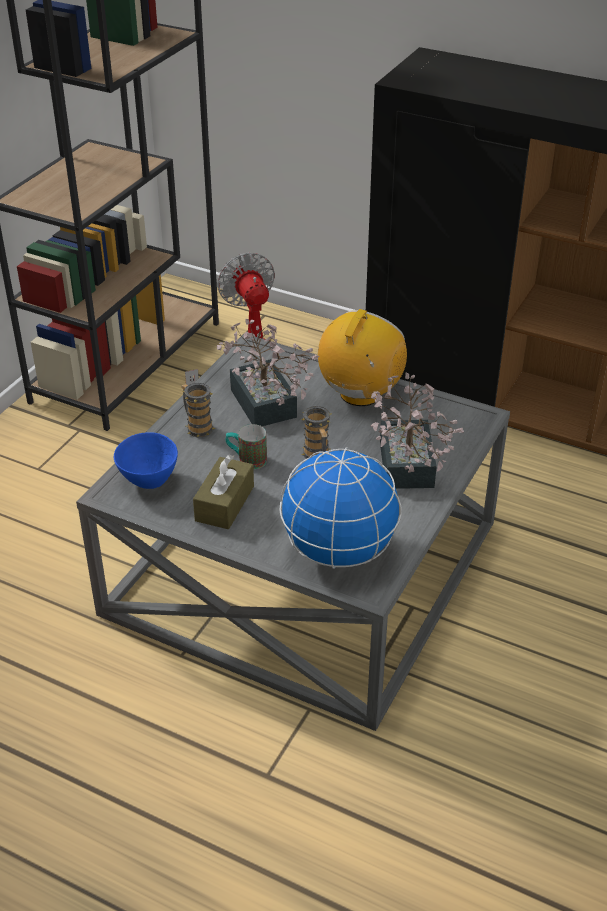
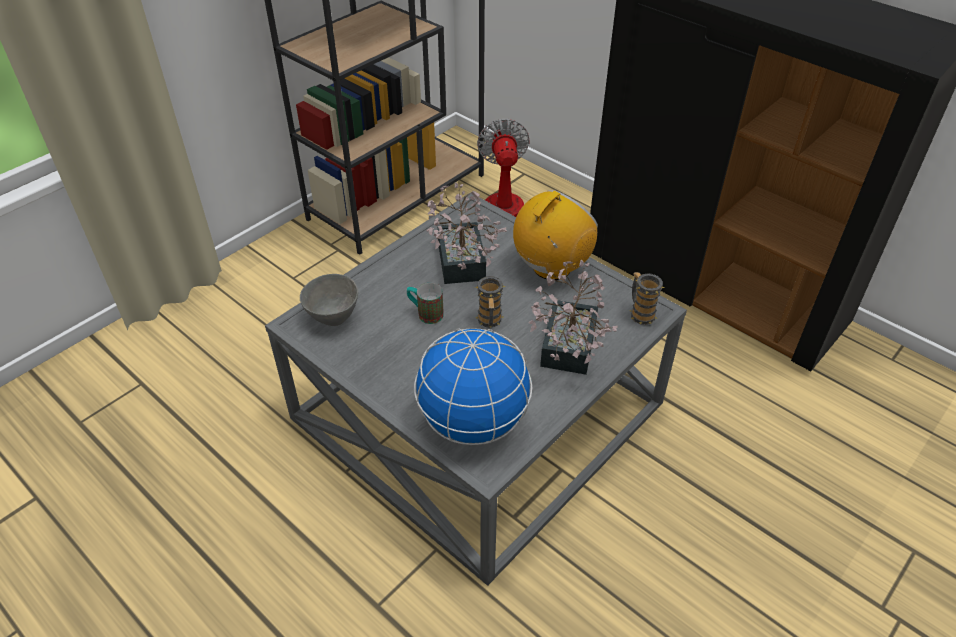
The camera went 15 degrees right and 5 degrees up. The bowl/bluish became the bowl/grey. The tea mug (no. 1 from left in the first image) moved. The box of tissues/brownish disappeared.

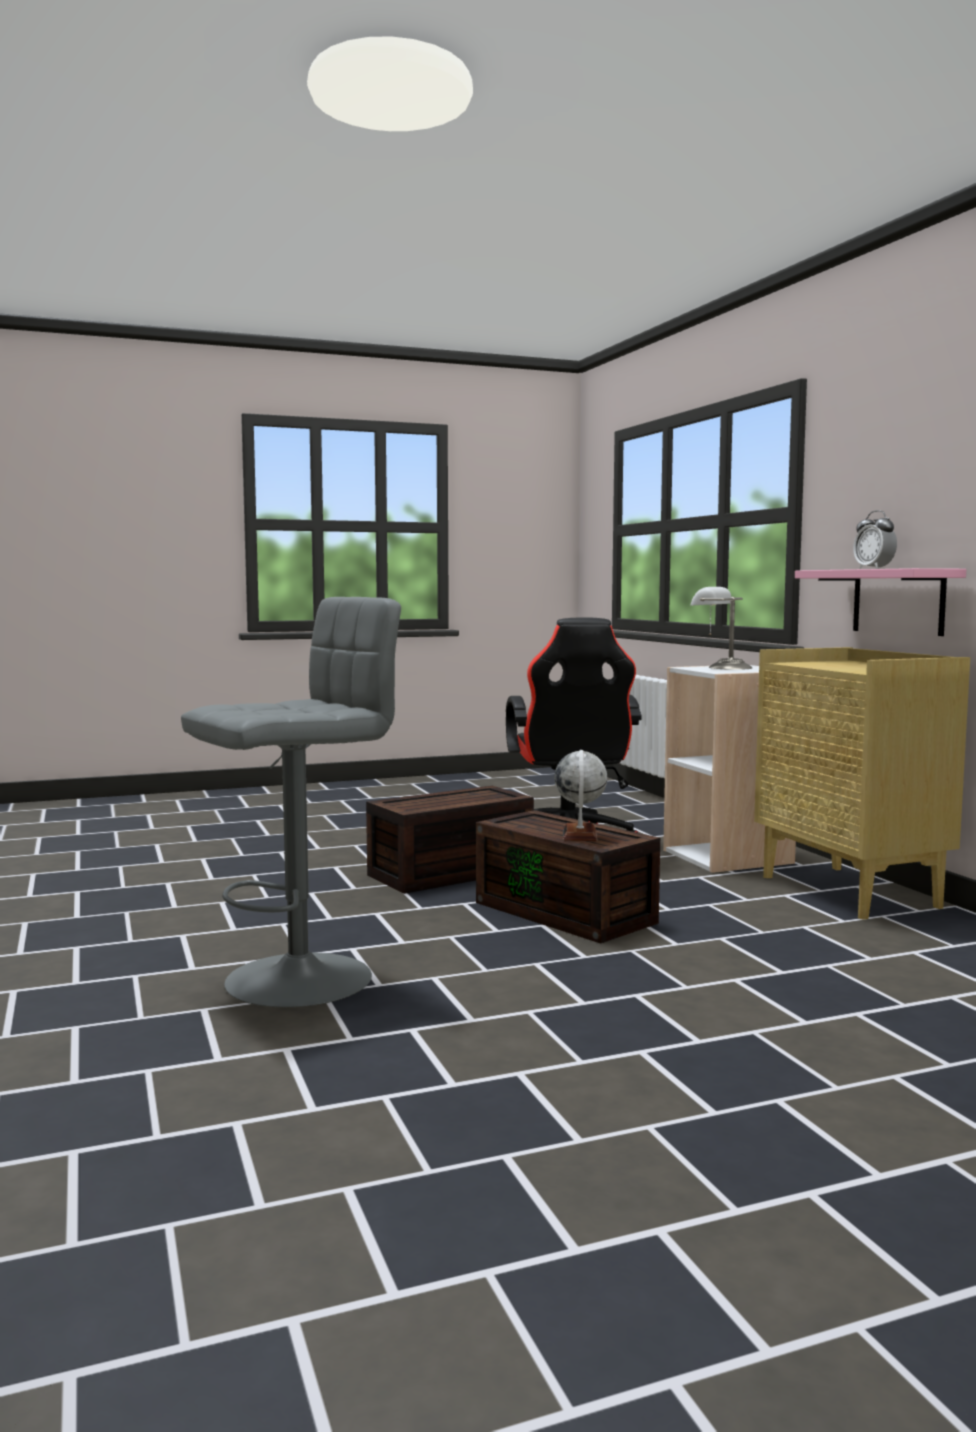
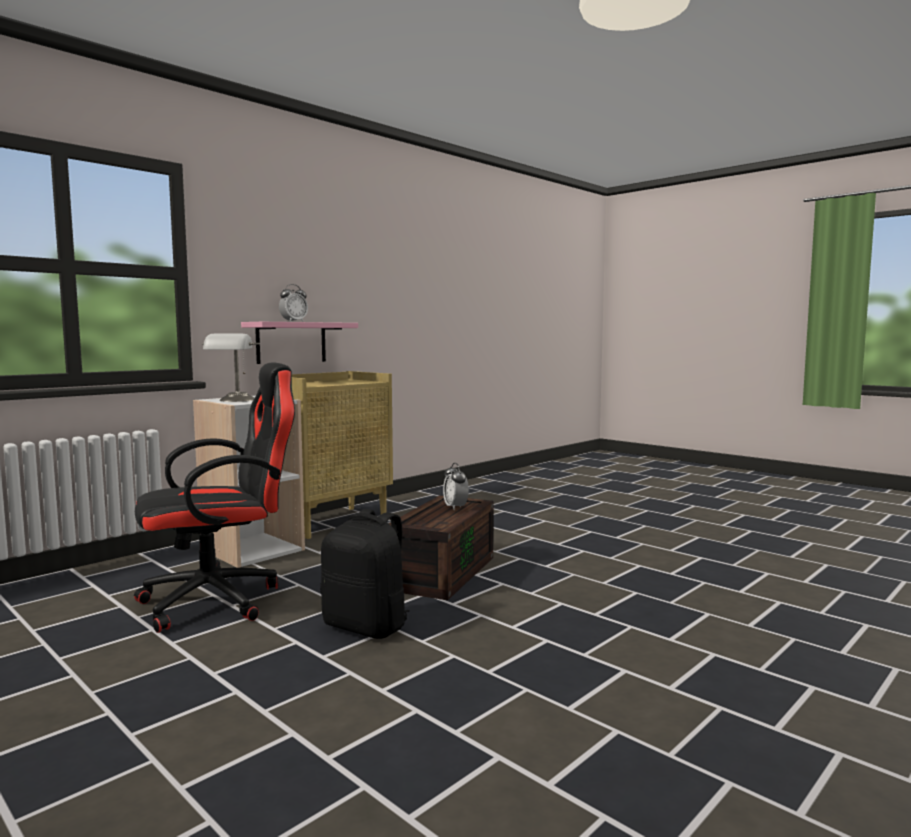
The camera went 115 degrees left and 0 degrees up. The storage container/brownish (no. 1 from left) was replaced by the knapsack/black-coloured. The desk globe was replaced by the table clock (no. 2 from left). The stool seat/grey disappeared.

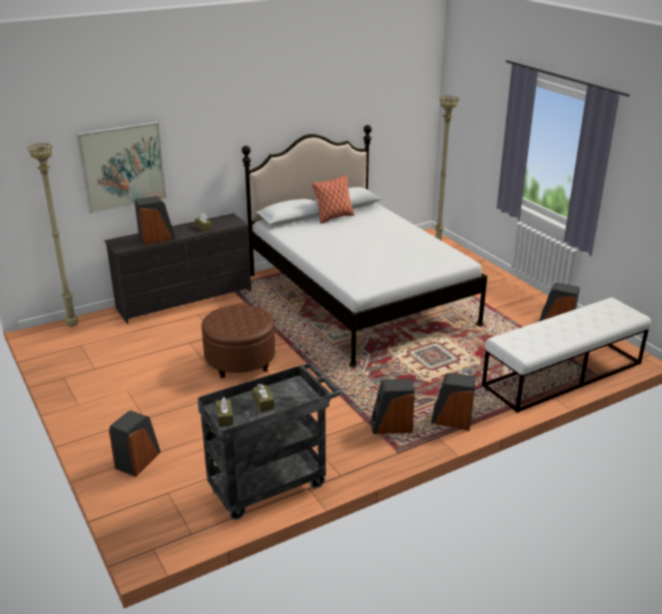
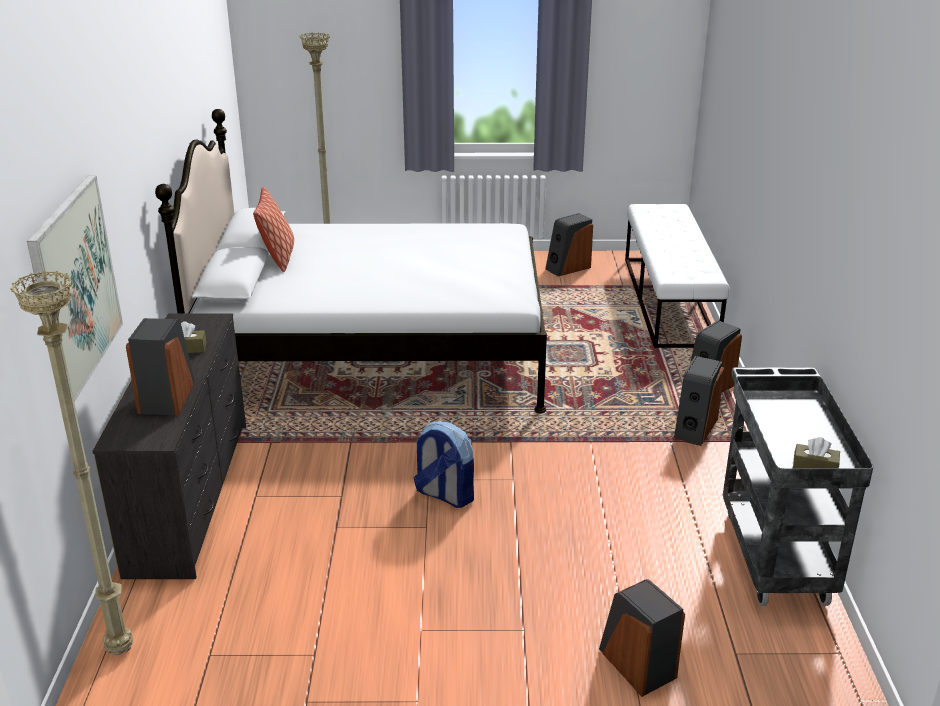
The camera went 60 degrees left and 0 degrees up. The footrest/brownish was replaced by the knapsack. The box of tissues/brownish (no. 3 from left) disappeared.

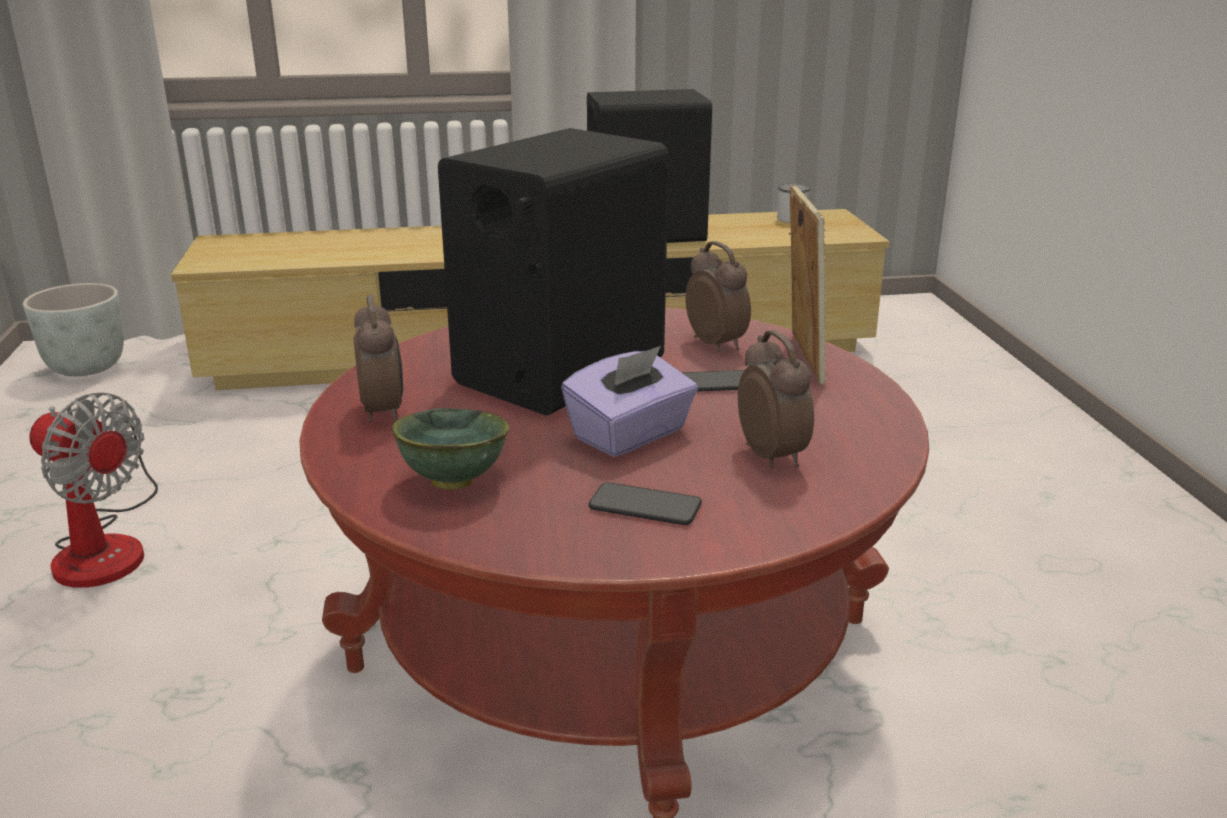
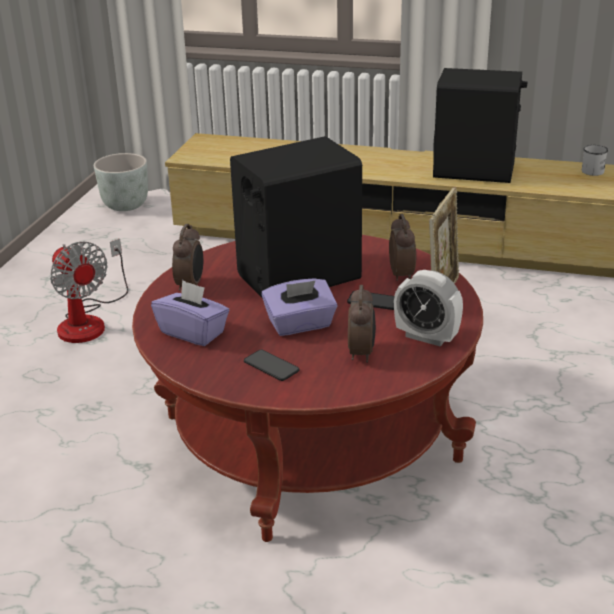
The camera went 25 degrees right and 5 degrees up. The bowl/greenish was replaced by the box of tissues/purple-coloured (no. 1 from left). The table clock (no. 4 from left) appeared.

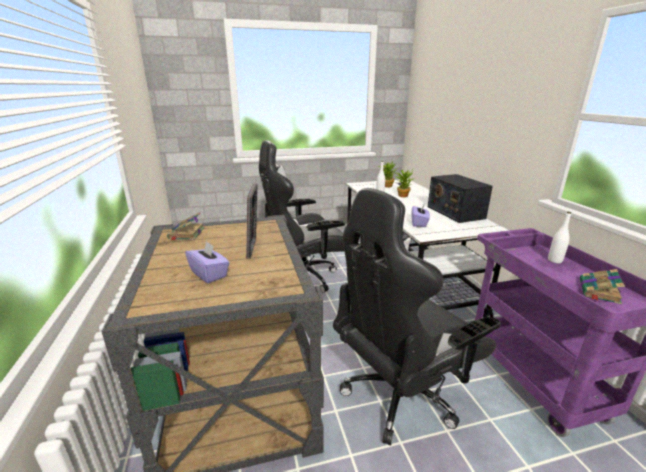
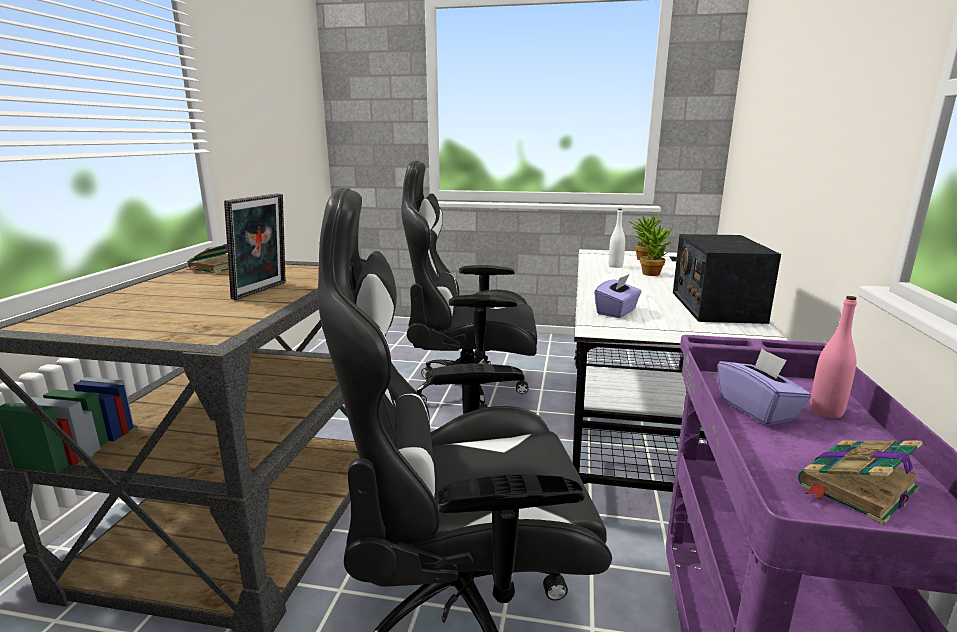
The camera went 25 degrees right and 5 degrees down. The box of tissues/purple-coloured (no. 1 from left in the first image) moved. The bottle/whitish (no. 2 from left) became the bottle/pink-coloured.

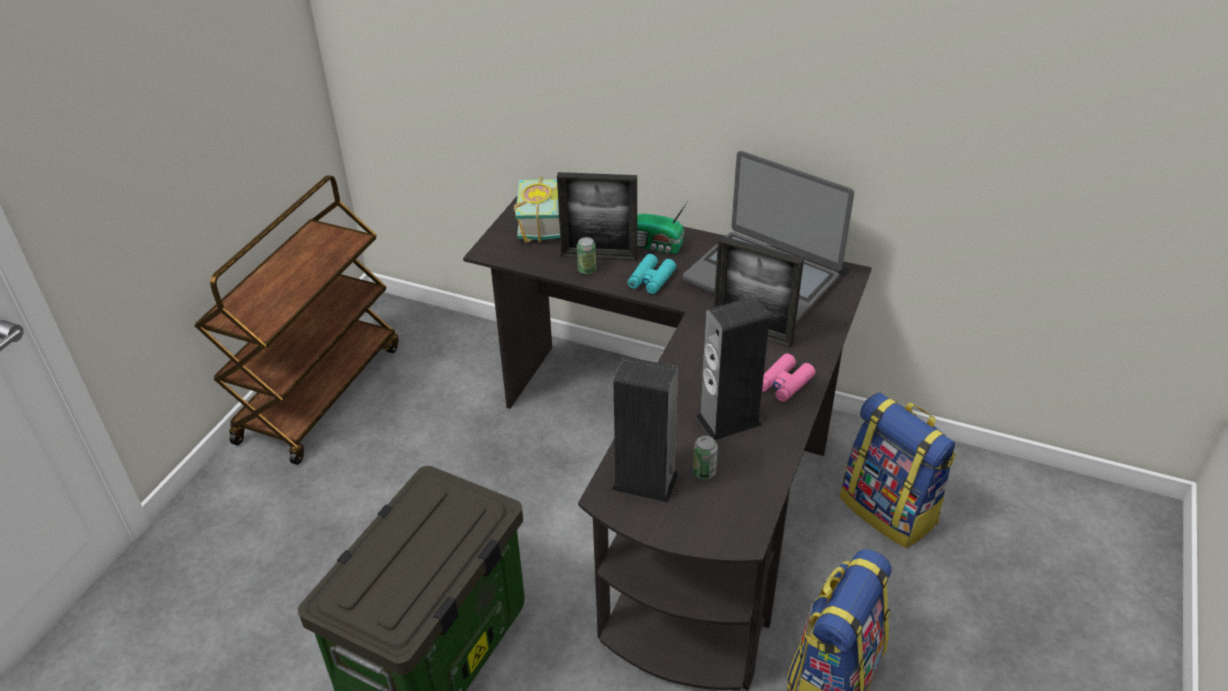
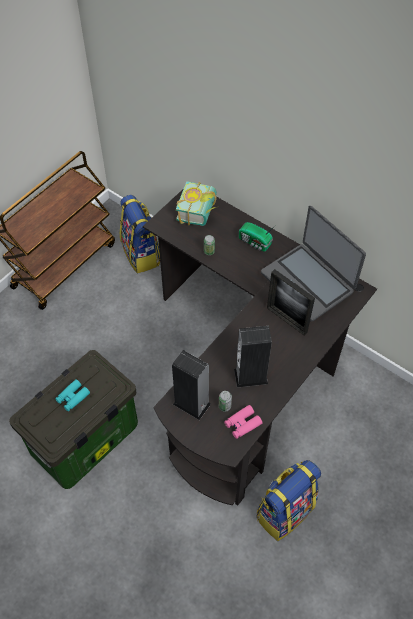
The camera went 15 degrees right and 15 degrees up. The field glasses/turquoise-coloured moved. The knapsack (no. 2 from left in the first image) moved. The field glasses/pink-coloured moved. The standing frame (no. 1 from left) disappeared.

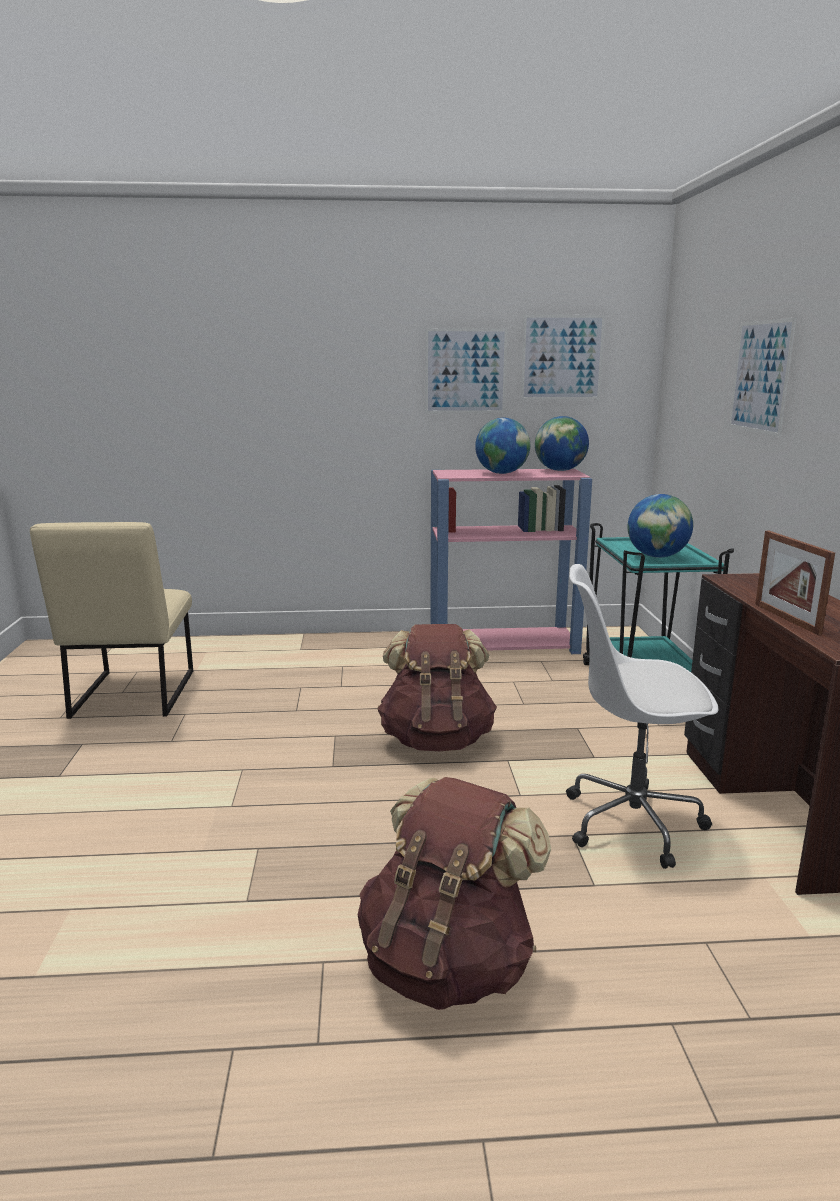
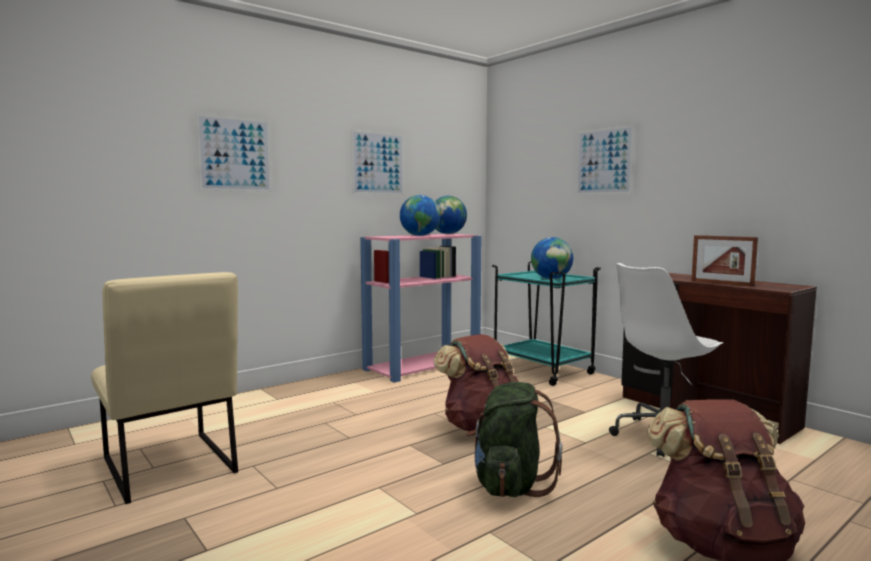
The camera went 35 degrees left and 10 degrees down. The wall art (no. 2 from left in the first image) moved. The knapsack/greenish appeared.

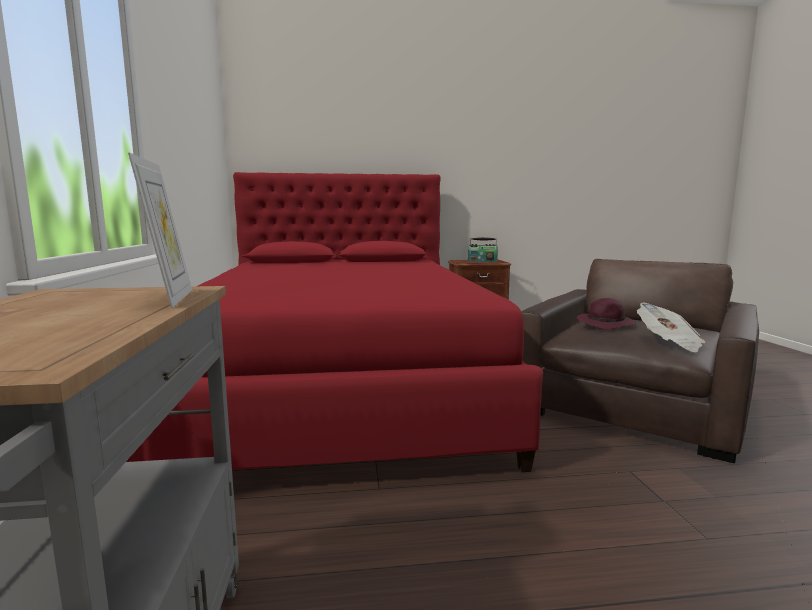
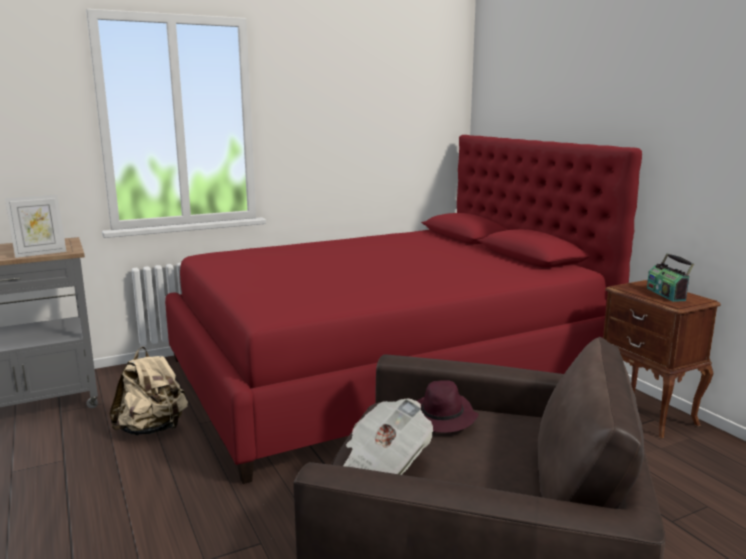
The camera went 70 degrees right and 5 degrees up. The knapsack/beige appeared.

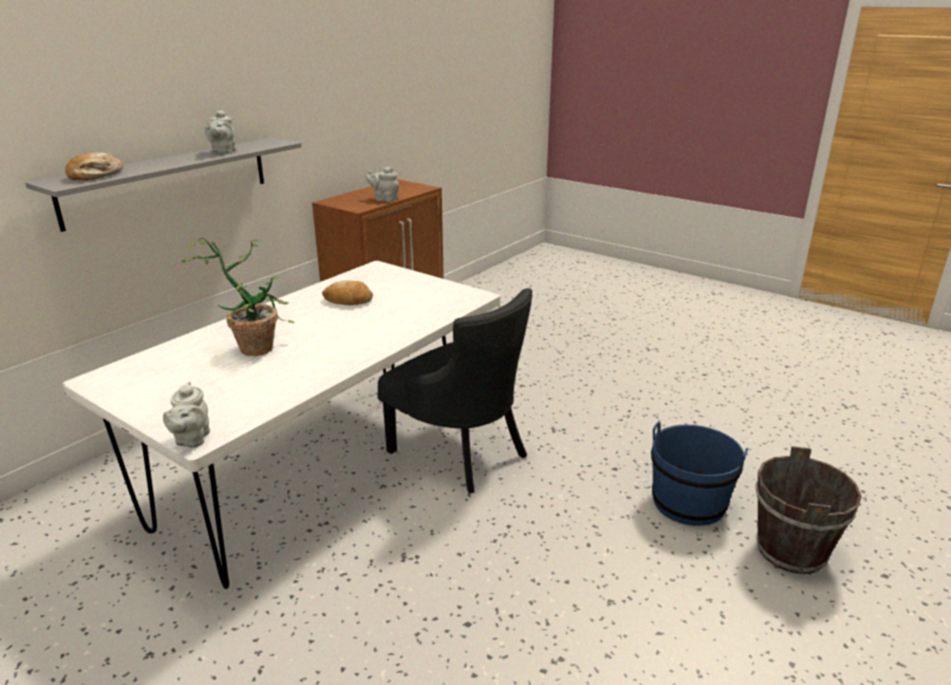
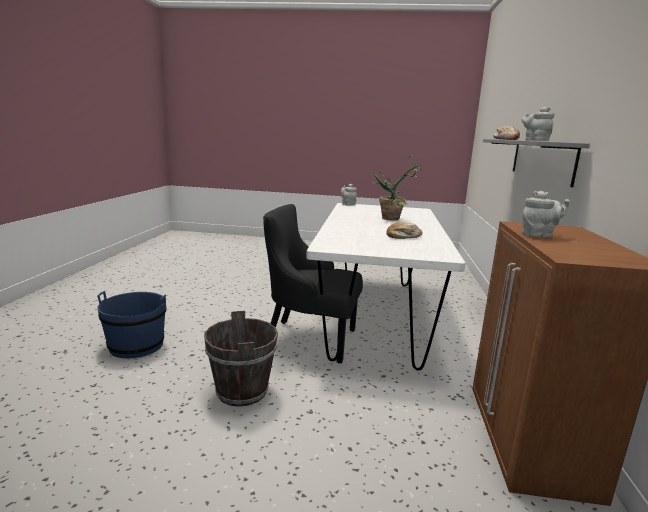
The camera went 150 degrees right and 10 degrees down. The bucket/brownish moved.

